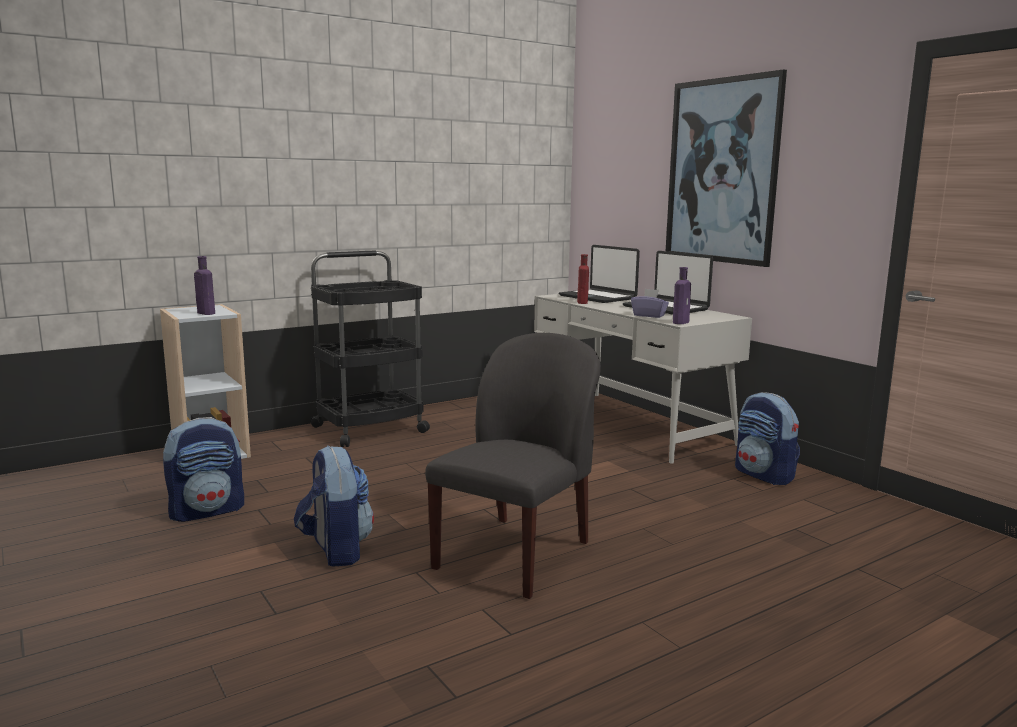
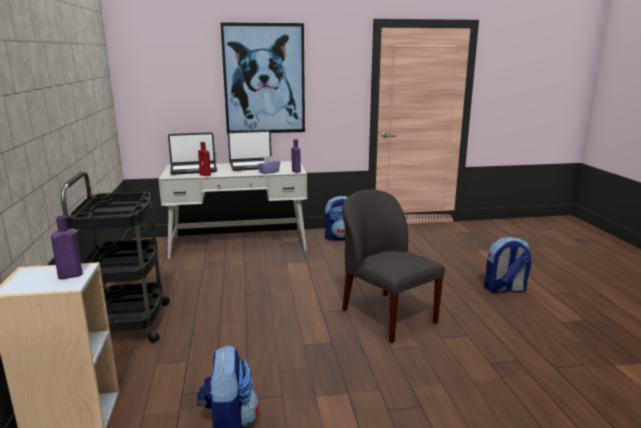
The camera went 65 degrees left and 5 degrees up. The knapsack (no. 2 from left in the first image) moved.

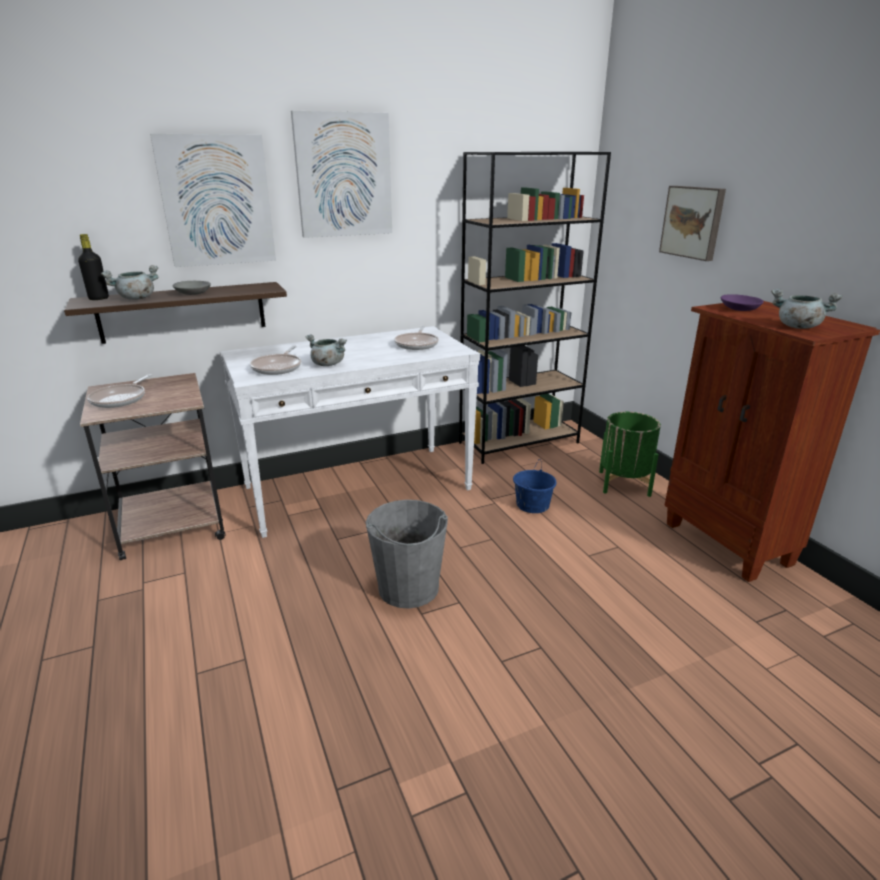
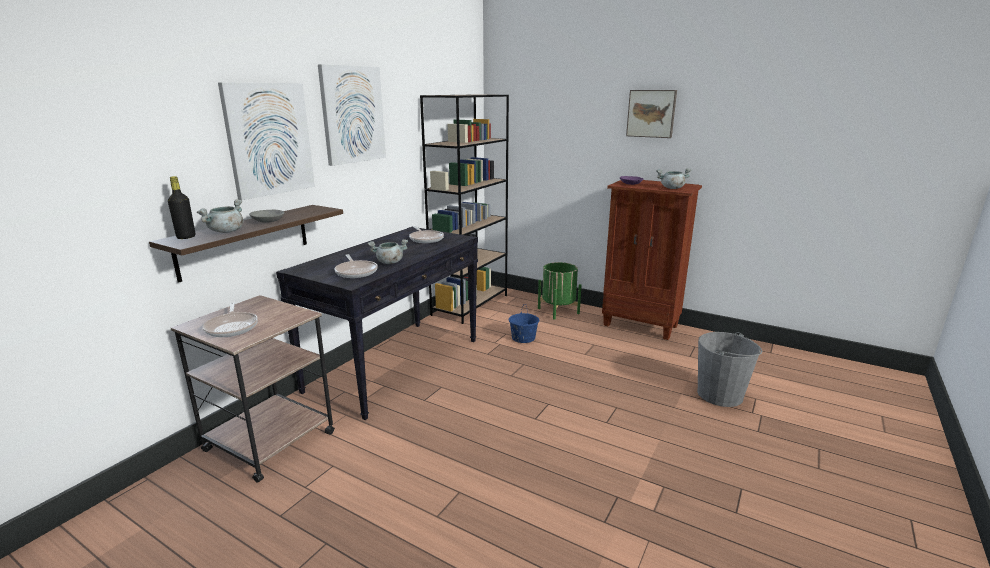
The camera went 35 degrees left and 5 degrees down. The narrow table/whitish became the narrow table/black-coloured. The wall art (no. 3 from left) moved. The bucket/grey moved.

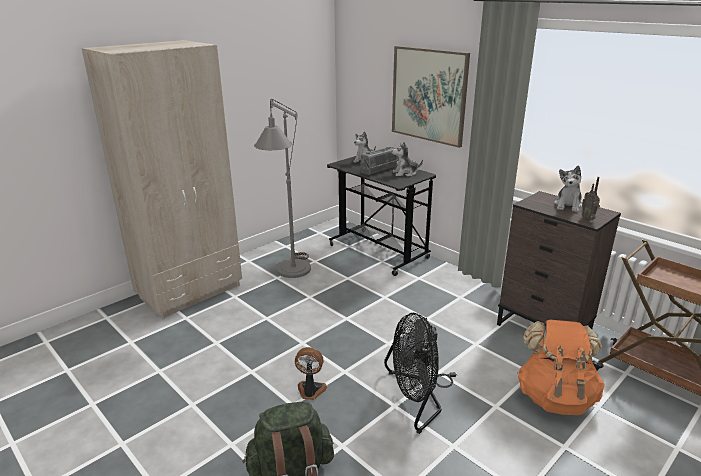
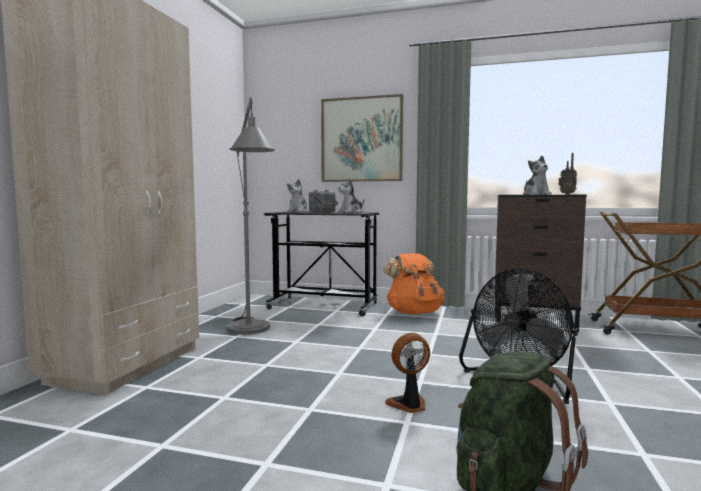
The camera went 30 degrees left and 20 degrees down. The knapsack/orangey moved.

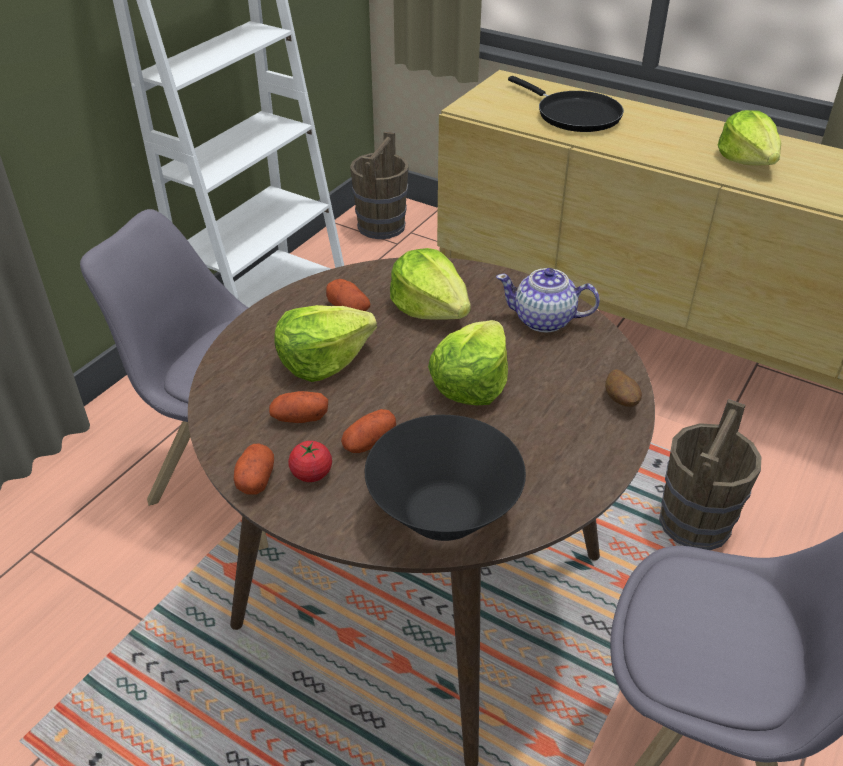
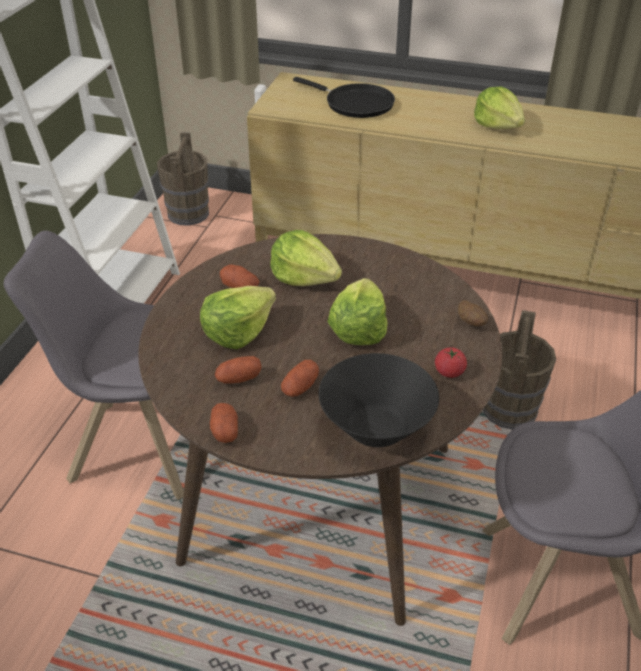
The camera went 15 degrees left and 0 degrees up. The fresh tomato moved. The tea pot disappeared.

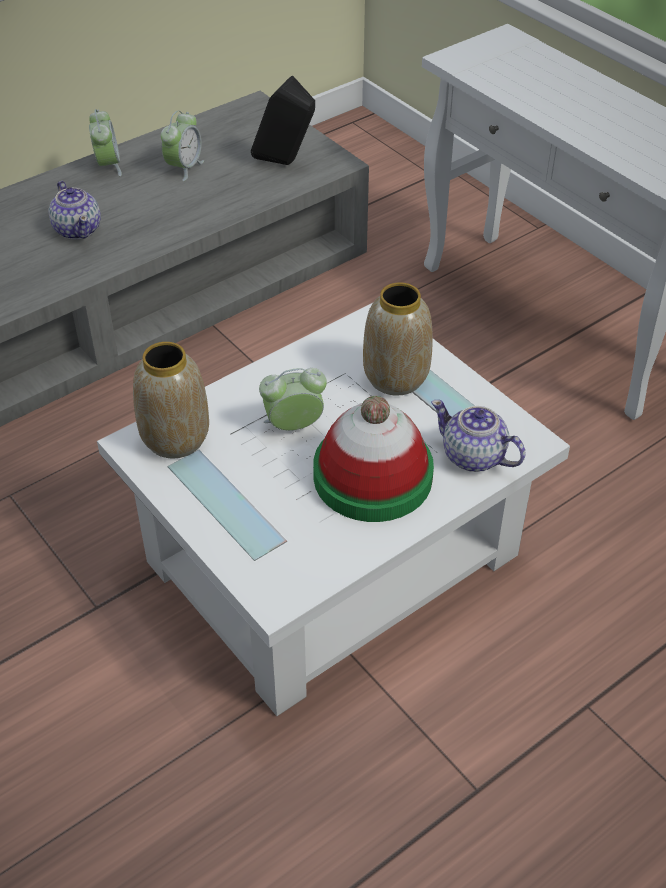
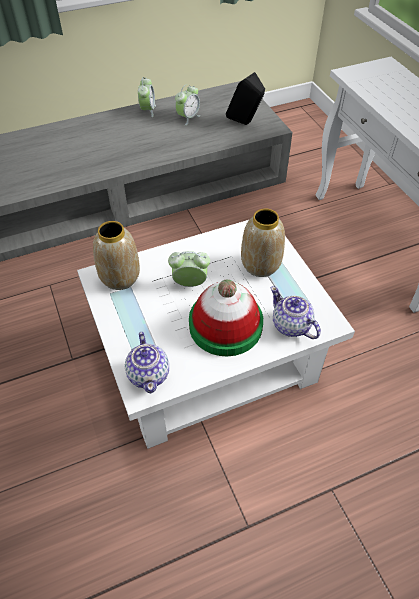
The camera went 15 degrees right and 5 degrees up. The tea pot (no. 1 from left) moved.

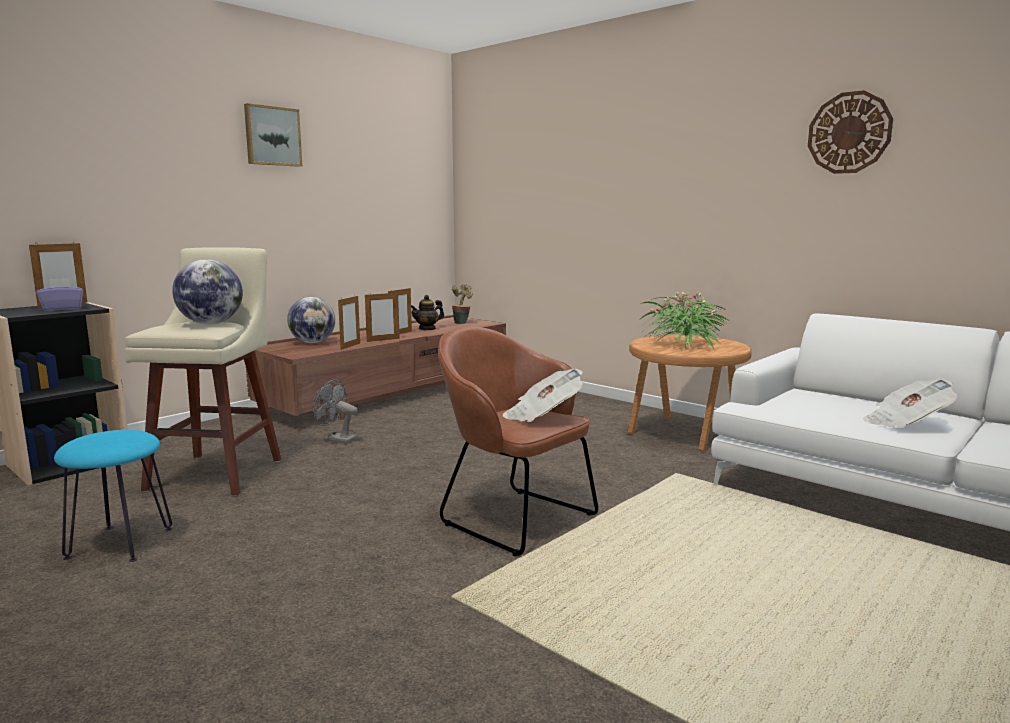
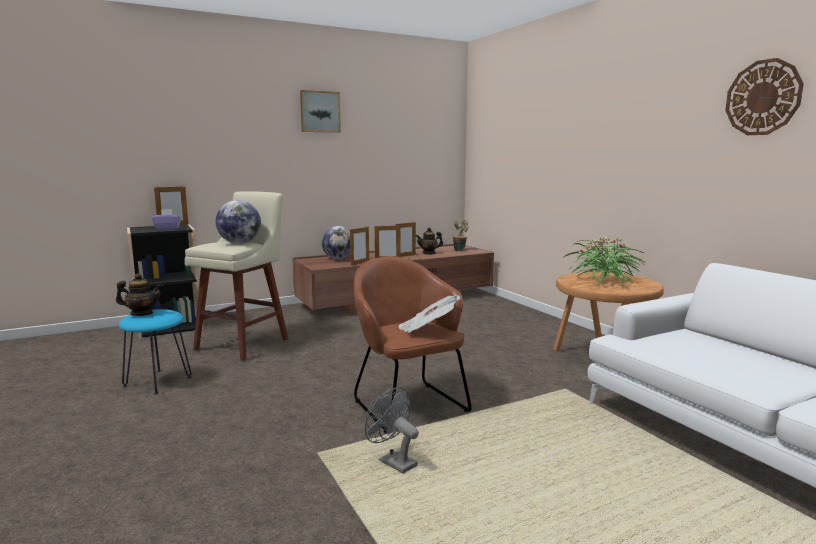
The camera went 20 degrees right and 0 degrees up. The tea pot (no. 1 from left) appeared. The fan/grey moved. The newspaper (no. 2 from left) disappeared.

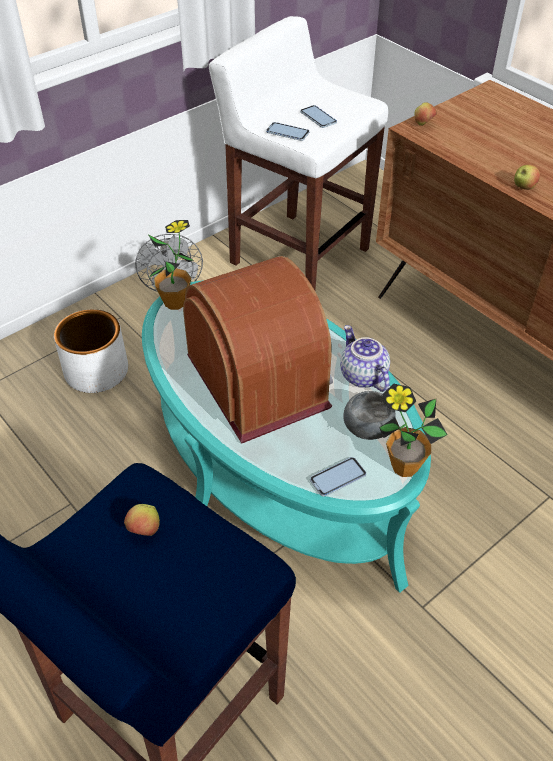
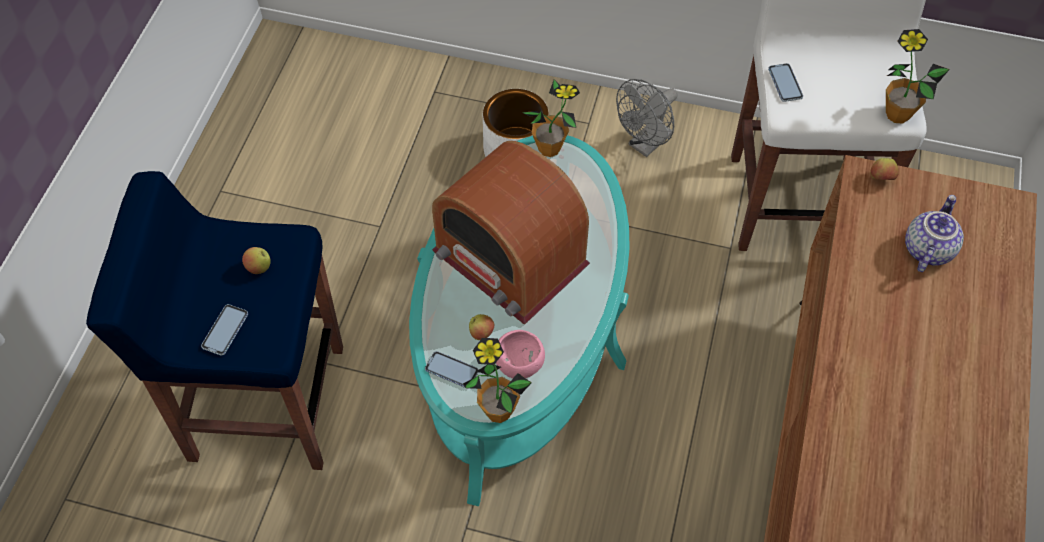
The camera went 55 degrees right and 10 degrees up. The phone (no. 2 from left in the first image) moved. The radio turned 105 degrees clockwise. The apple (no. 3 from left in the first image) moved. The bowl/grey became the bowl/pink-coloured. The potted plant (no. 3 from left) appeared. The tea pot moved.

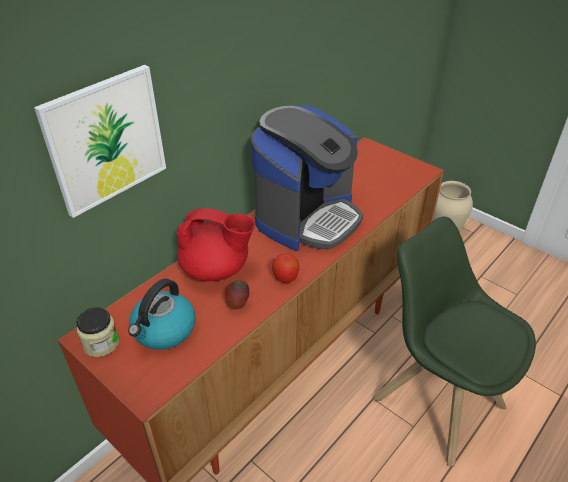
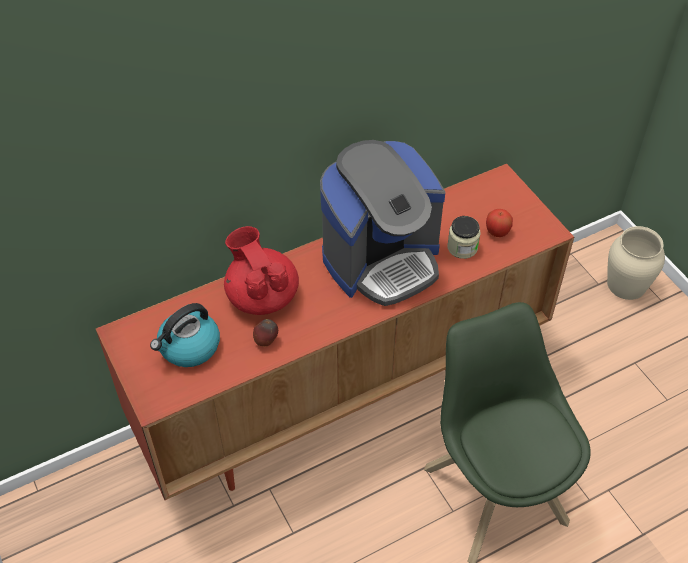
The camera went 20 degrees right and 10 degrees up. The tea pot/reddish turned 150 degrees counterclockwise. The storage jar moved. The apple (no. 2 from left) moved. The wall art disappeared.

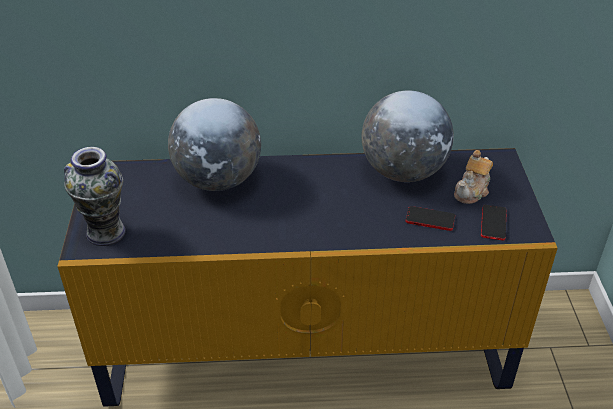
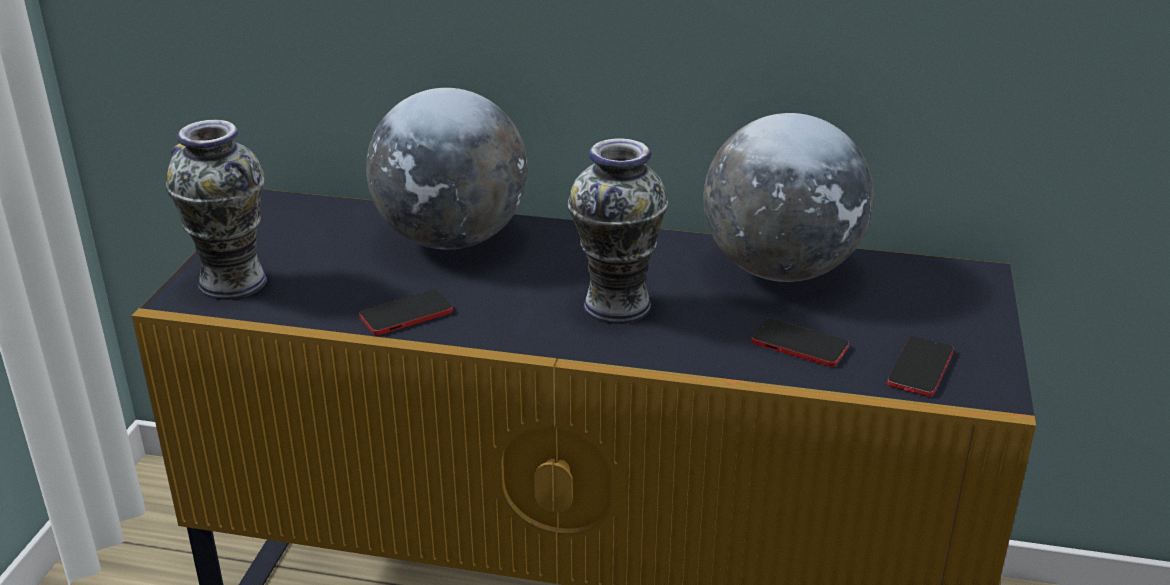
The camera went 15 degrees right and 10 degrees down. The phone (no. 1 from left) appeared. The vase (no. 2 from left) appeared. The tea pot disappeared.

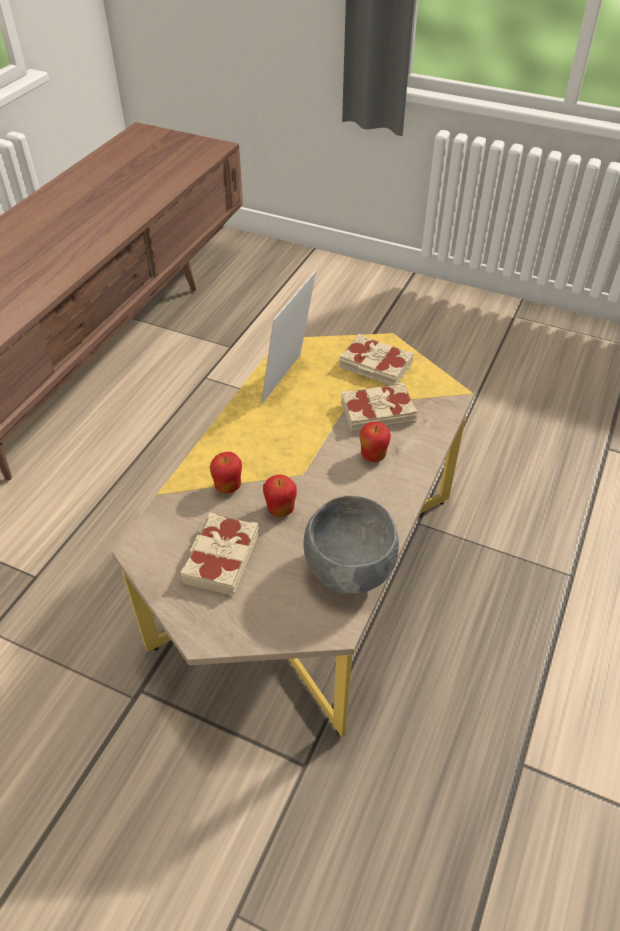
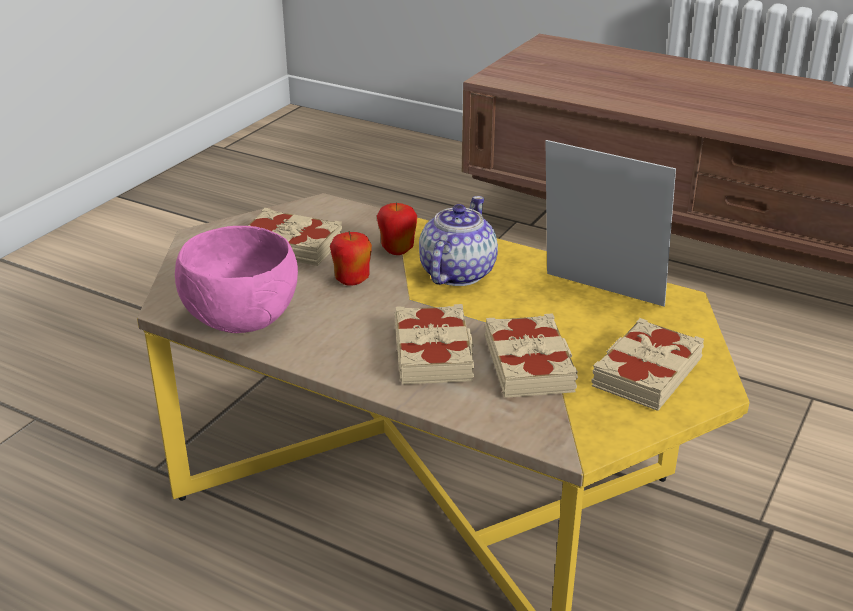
The camera went 95 degrees right and 15 degrees down. The bowl/grey became the bowl/pink-coloured. The apple (no. 3 from left) was replaced by the volume/beige (no. 2 from left). The tea pot appeared.

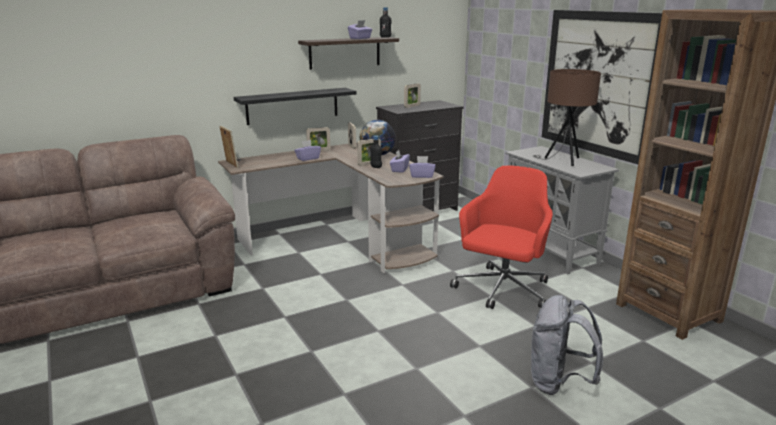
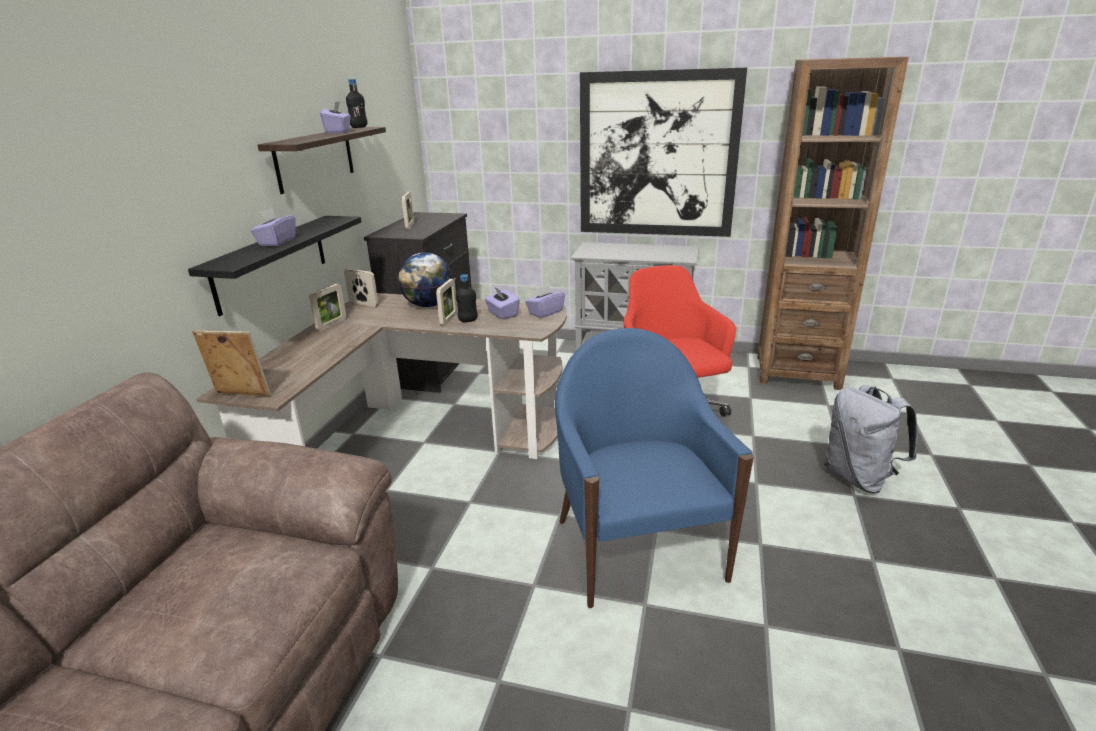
The camera went 45 degrees left and 5 degrees up. The box of tissues/purple-coloured (no. 1 from left) moved. The armchair/bluish appeared. The tabletop lamp/brownish disappeared.

